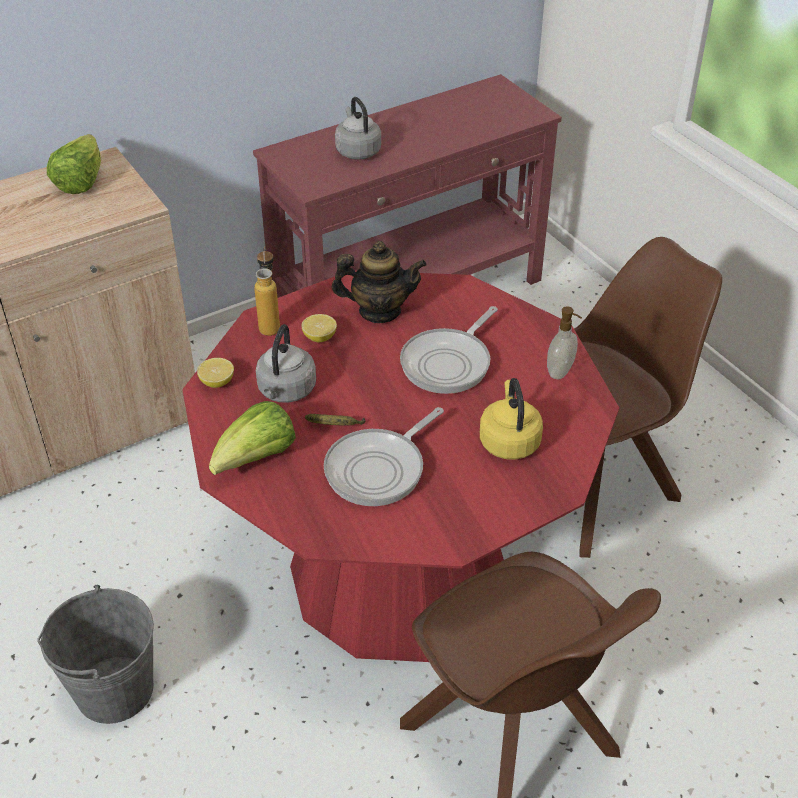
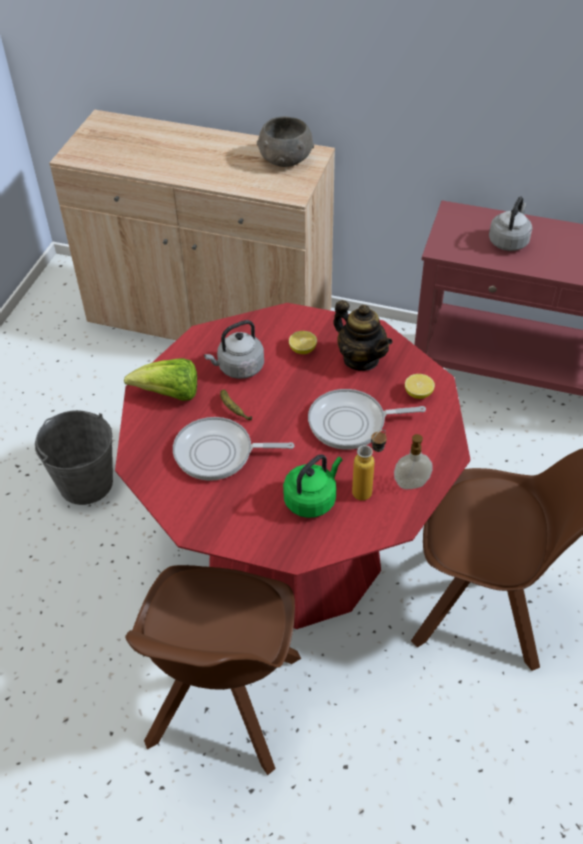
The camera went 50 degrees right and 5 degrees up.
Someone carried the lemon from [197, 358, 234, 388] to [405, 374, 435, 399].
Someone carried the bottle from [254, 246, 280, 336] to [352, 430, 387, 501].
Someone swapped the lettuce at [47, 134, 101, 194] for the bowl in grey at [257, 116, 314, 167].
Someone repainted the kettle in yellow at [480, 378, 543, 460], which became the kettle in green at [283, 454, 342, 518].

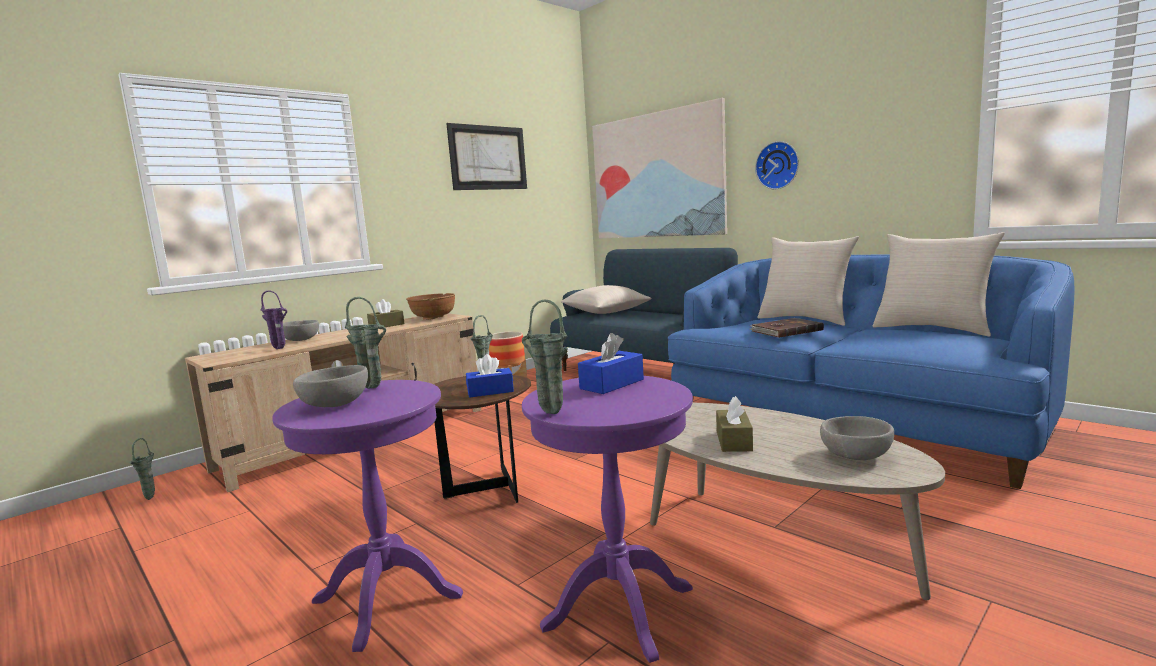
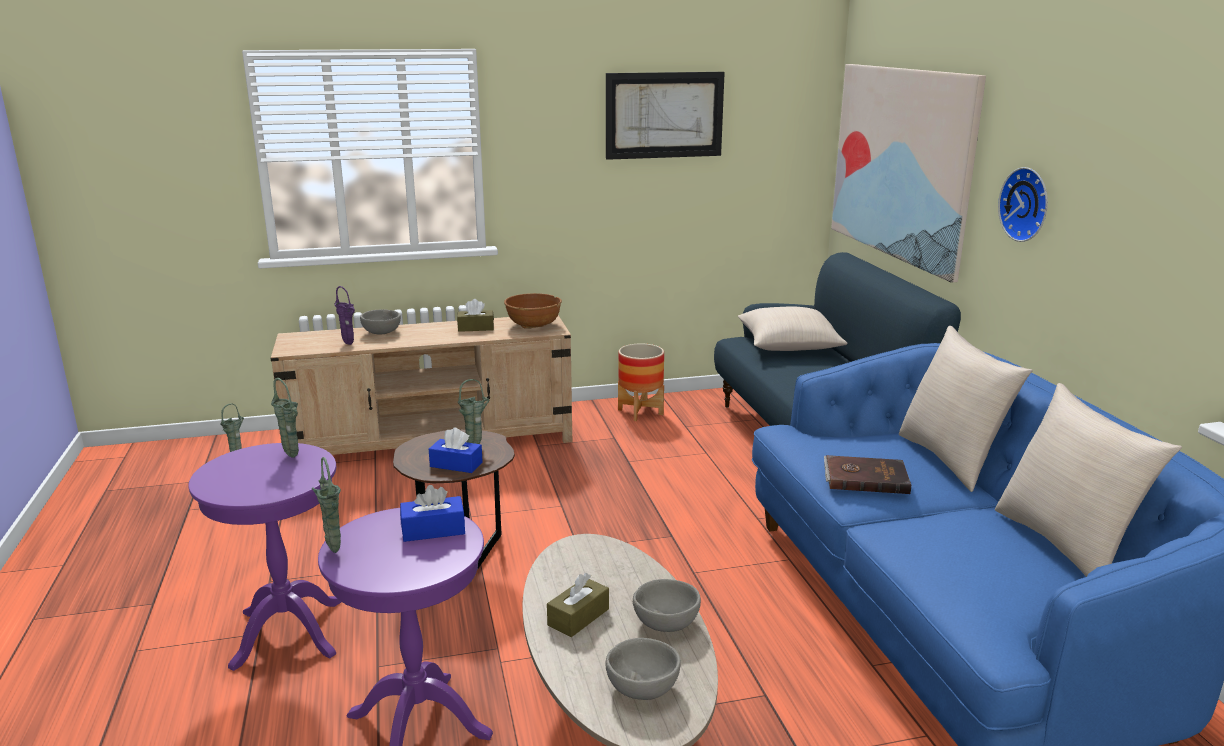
The camera went 30 degrees right and 10 degrees up.
Someone carried the bowl in grey from [293, 365, 368, 407] to [633, 579, 701, 632].

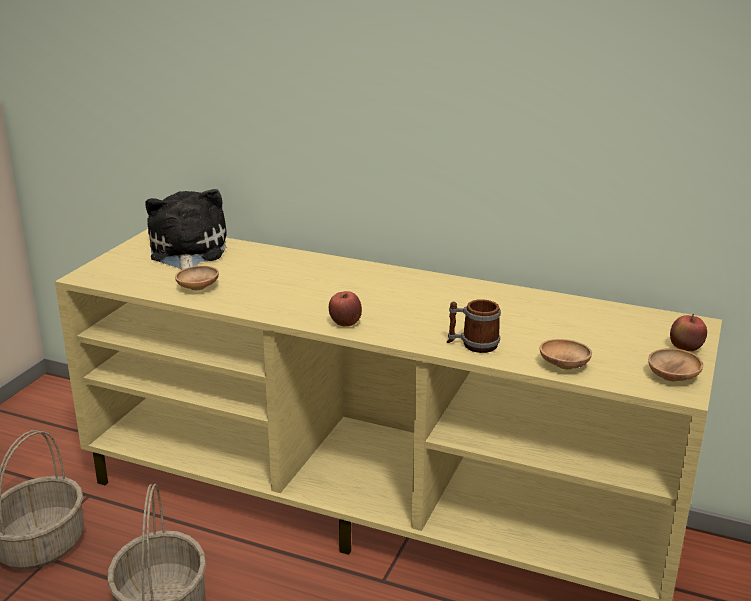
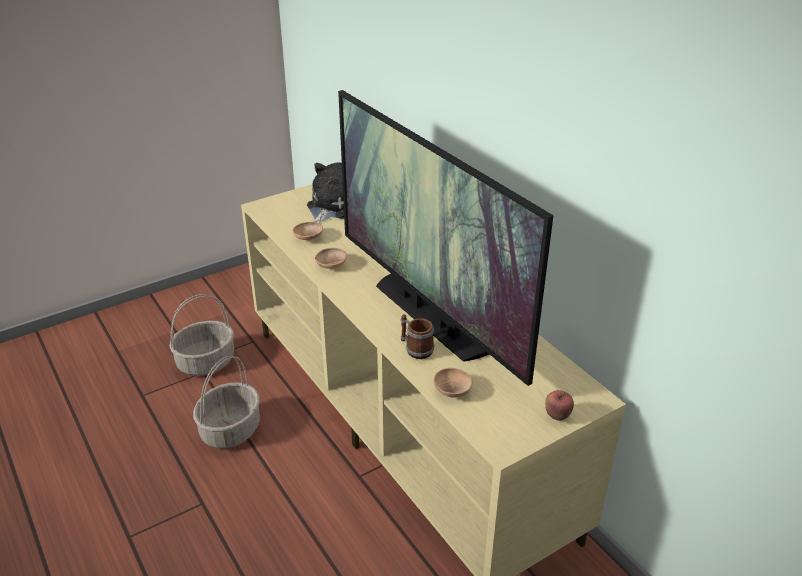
The camera went 35 degrees right and 10 degrees up.
Someone took away the apple at [329, 291, 362, 327].
Someone put down the television at [338, 90, 553, 386].
Someone carried the bowl in brown from [648, 348, 703, 381] to [315, 248, 347, 269].

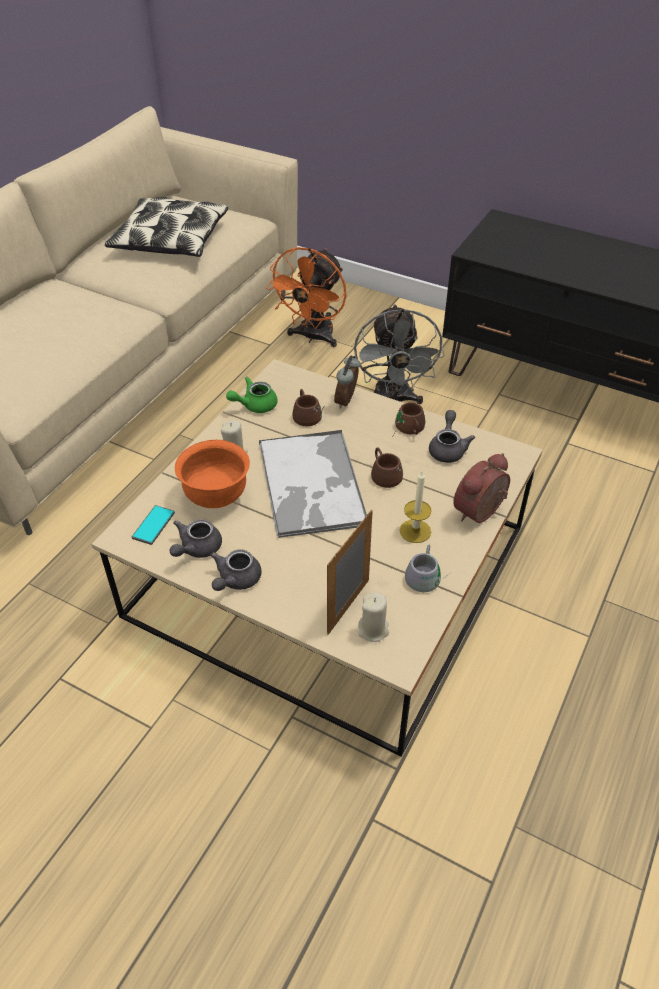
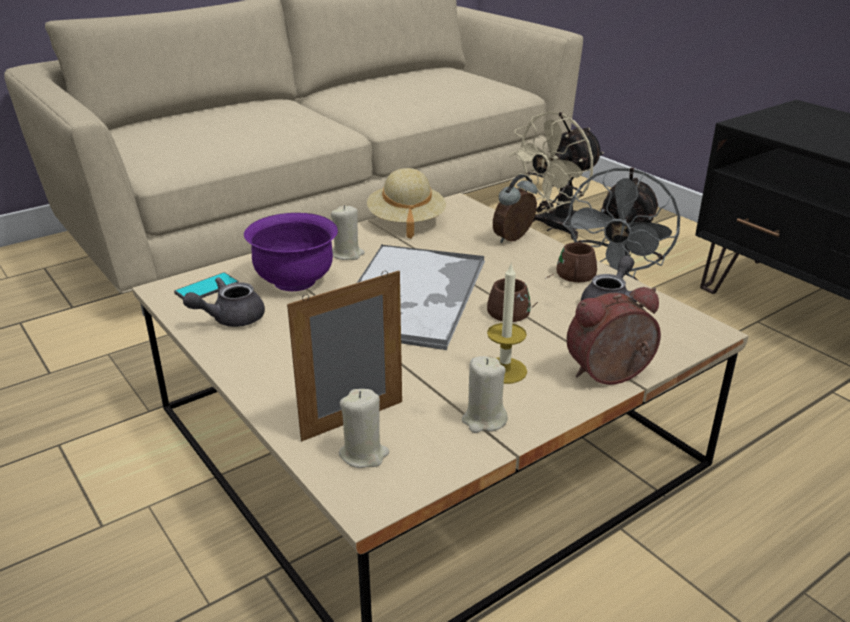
The camera went 25 degrees right and 15 degrees down.
Someone took away the pillow at [105, 197, 228, 257].
Someone took away the teapot in grey at [210, 549, 261, 591].
Someone took away the mug in brown at [292, 389, 325, 426].
Someone swapped the teapot in green at [226, 377, 278, 413] for the hat in beige at [367, 168, 446, 239].
Someone swapped the mug in grey at [405, 545, 451, 592] for the candle in beige at [462, 356, 508, 433].
Someone repainted the bowl in orange at [175, 440, 250, 508], which became the bowl in purple at [244, 213, 338, 291].
Someone repainted the fan in orange at [266, 247, 347, 347], which became the fan in beige at [508, 111, 604, 239].

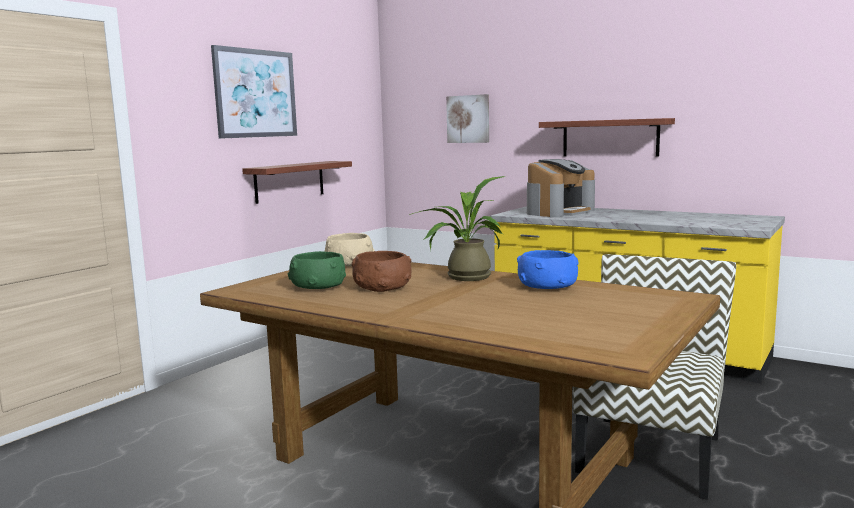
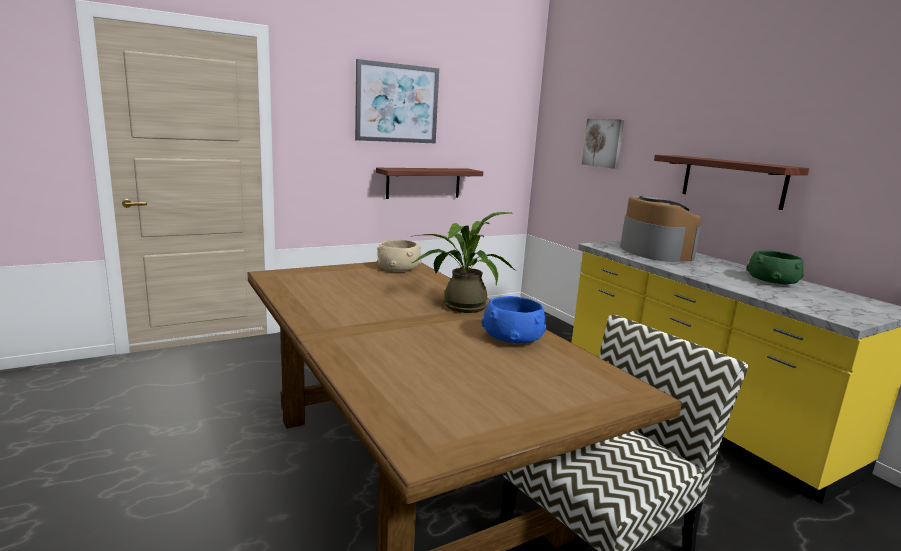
The camera went 25 degrees right and 5 degrees up.
Someone took away the bowl in brown at [351, 251, 412, 292].
Someone carried the bowl in green from [288, 251, 346, 289] to [746, 250, 804, 284].
Someone rotated the coffee machine at [527, 159, 595, 217] by 90 degrees counterclockwise.

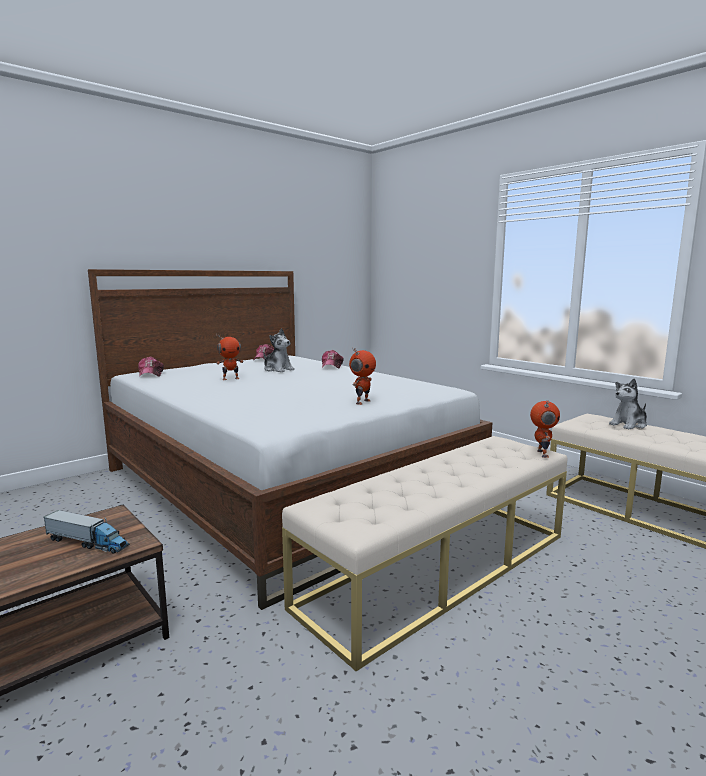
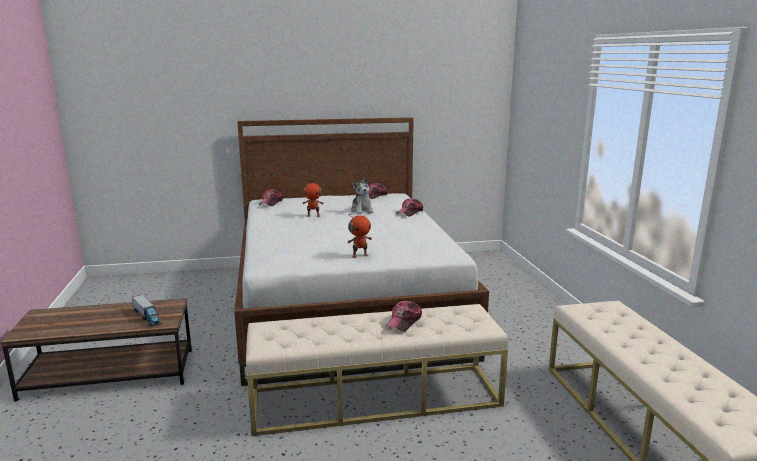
The camera went 30 degrees right and 5 degrees up.
Someone took away the toy robot at [530, 401, 560, 458].
Someone took away the plush toy at [609, 378, 647, 430].
Someone put down the cap at [385, 301, 422, 332].

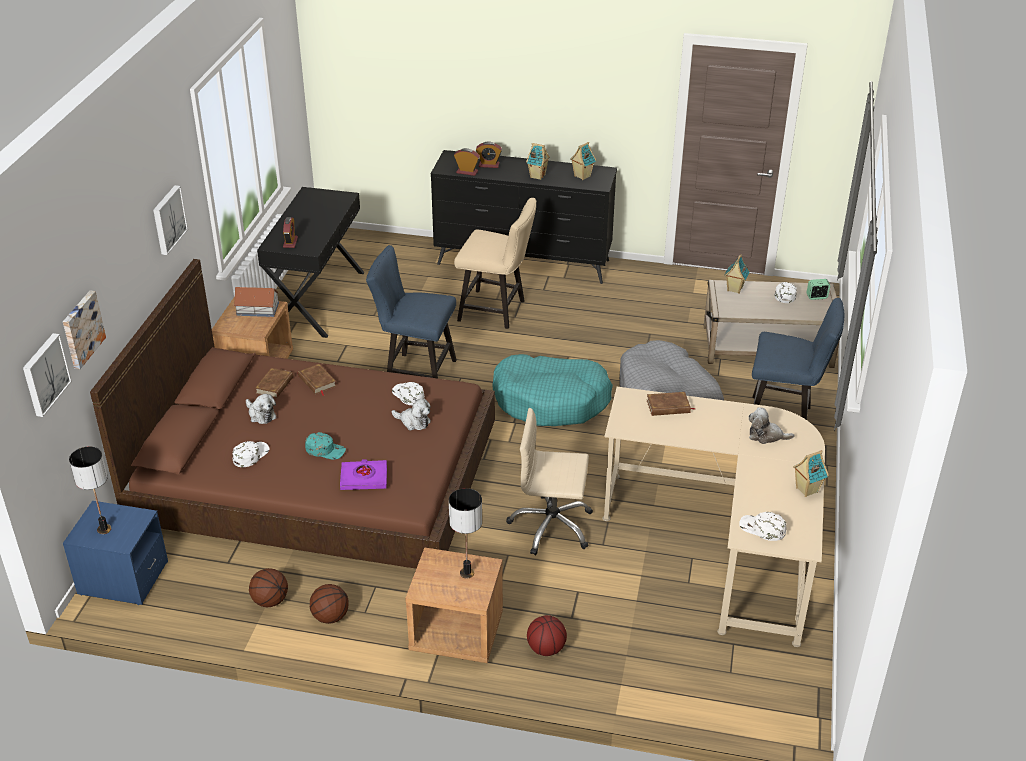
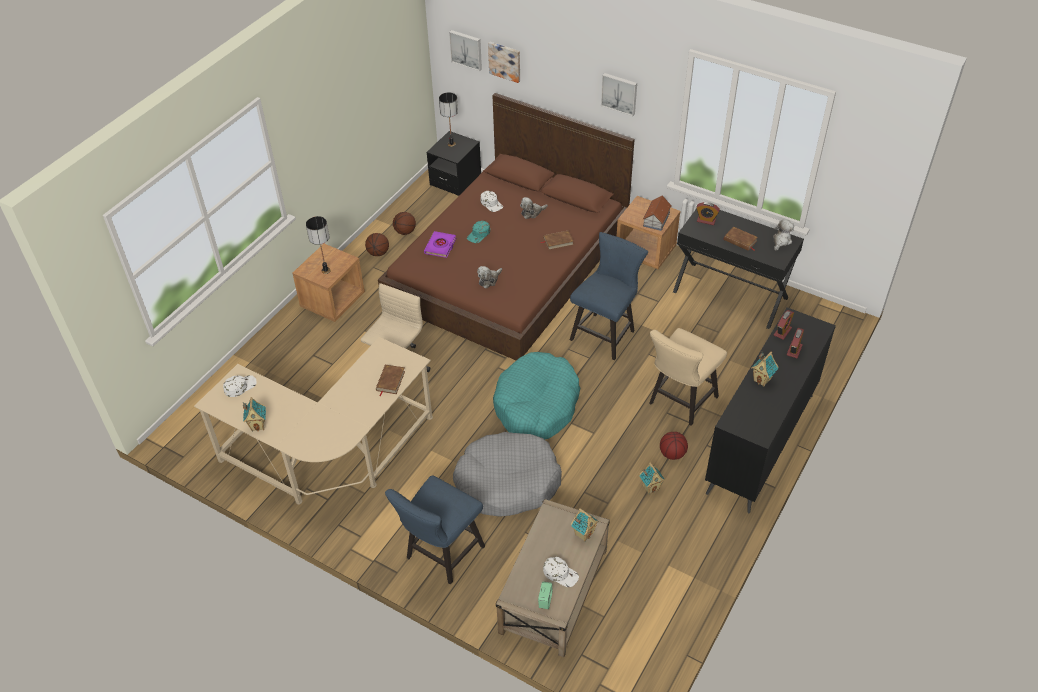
The camera went 110 degrees right and 10 degrees up.
Someone took away the cap in white at [392, 382, 424, 406].
Someone carried the book in brown from [255, 368, 293, 398] to [724, 226, 758, 251].
Someone carried the basketball from [527, 615, 567, 656] to [660, 432, 688, 460].
Someone carried the toy house from [570, 142, 596, 180] to [639, 462, 665, 494].
Someone carried the plush toy from [748, 407, 794, 444] to [773, 220, 794, 251].
Someone repainted the nightstand in blue at [63, 501, 168, 605], which became the nightstand in black at [427, 131, 481, 196].

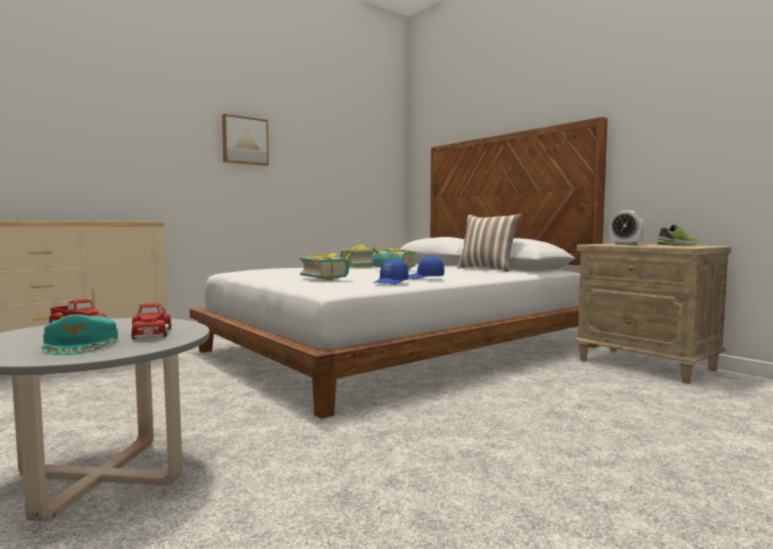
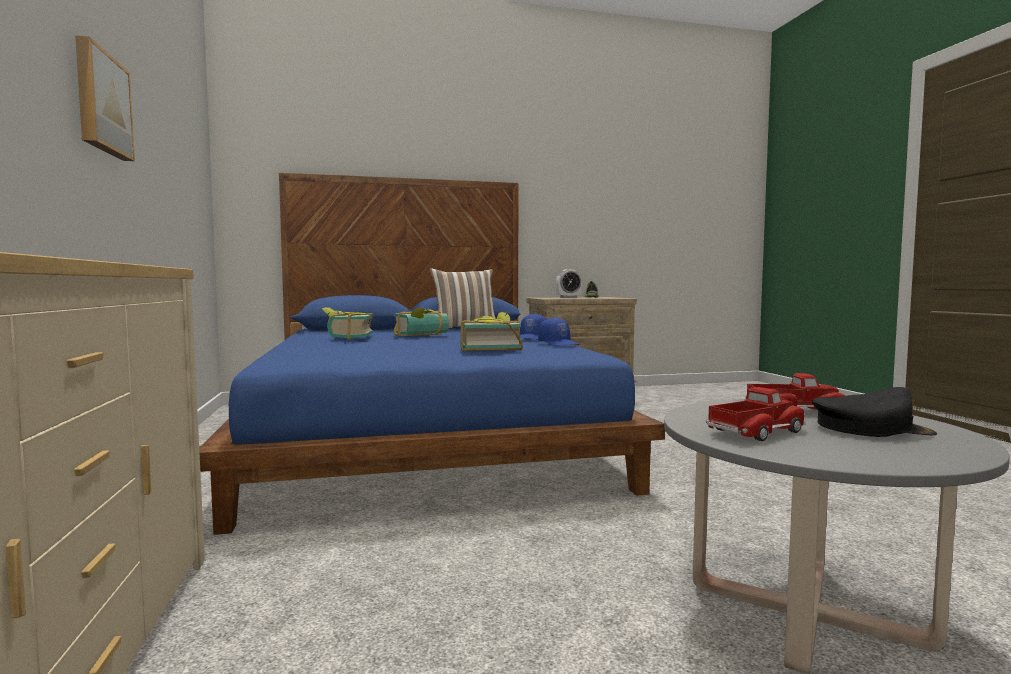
The camera went 65 degrees left and 0 degrees up.
Someone repainted the cap in turquoise at [42, 314, 118, 355], which became the cap in black at [812, 387, 937, 437].
Someone repainted the bed in white at [190, 117, 607, 419], which became the bed in blue at [199, 173, 665, 535].

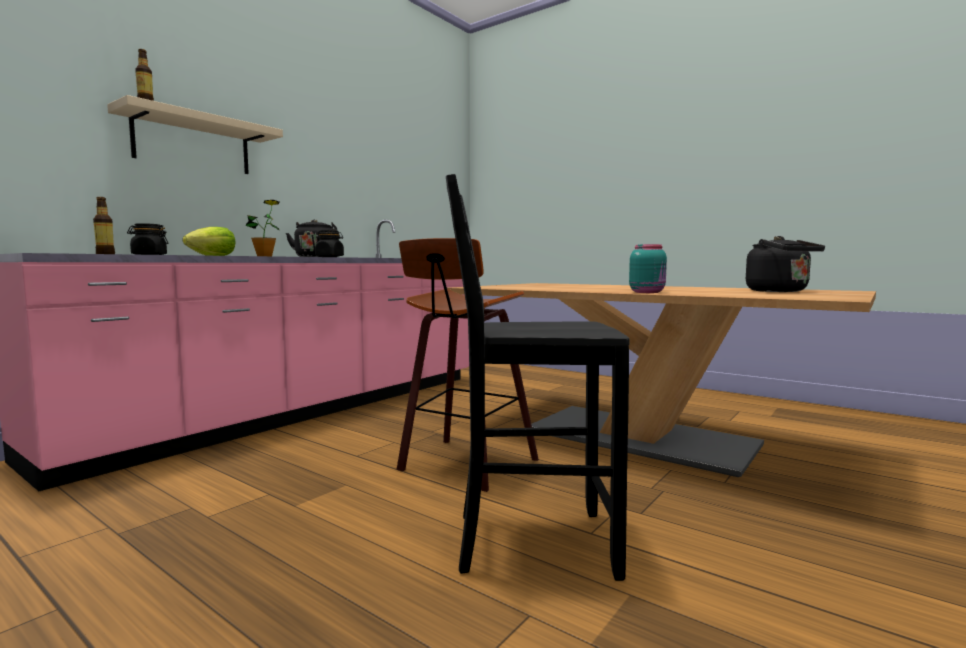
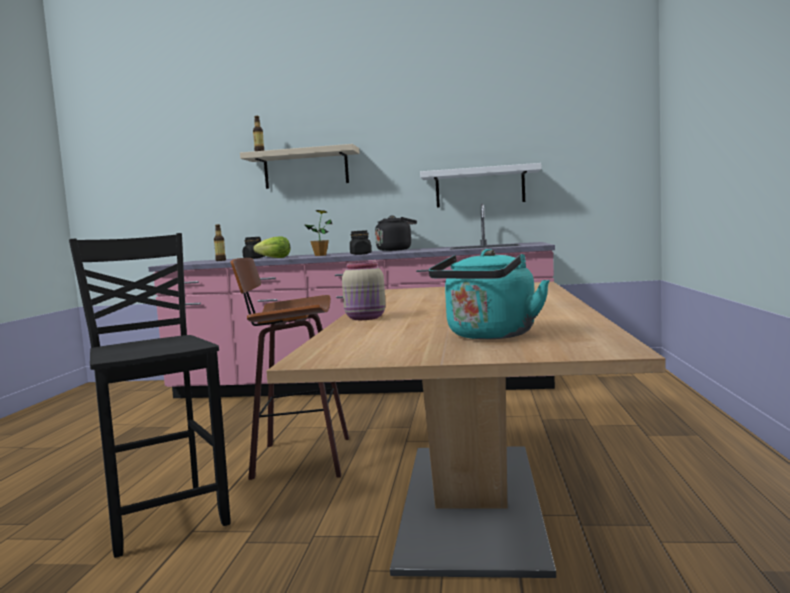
The camera went 60 degrees right and 0 degrees up.
Someone put up the shelf in white at [420, 163, 542, 208].
Someone repainted the jar in turquoise at [629, 244, 667, 293], which became the jar in beige at [342, 261, 386, 320].
Someone repainted the kettle in black at [746, 236, 825, 292], which became the kettle in turquoise at [428, 249, 550, 339].

